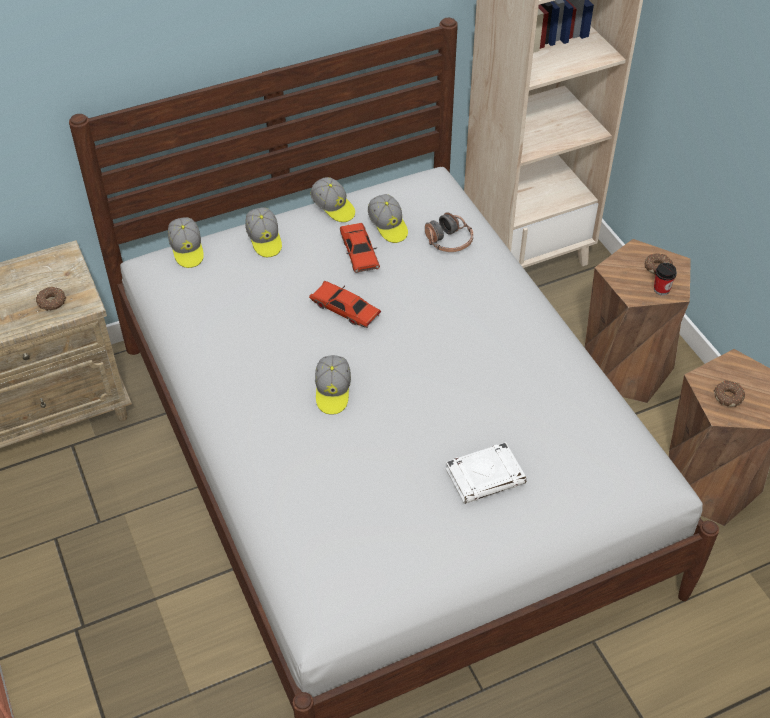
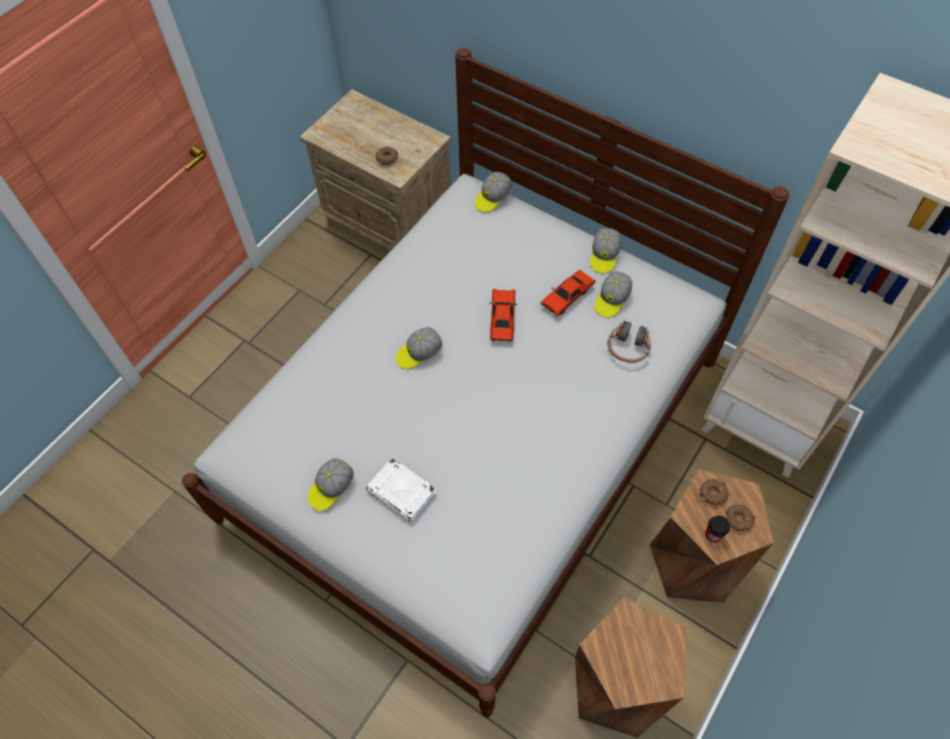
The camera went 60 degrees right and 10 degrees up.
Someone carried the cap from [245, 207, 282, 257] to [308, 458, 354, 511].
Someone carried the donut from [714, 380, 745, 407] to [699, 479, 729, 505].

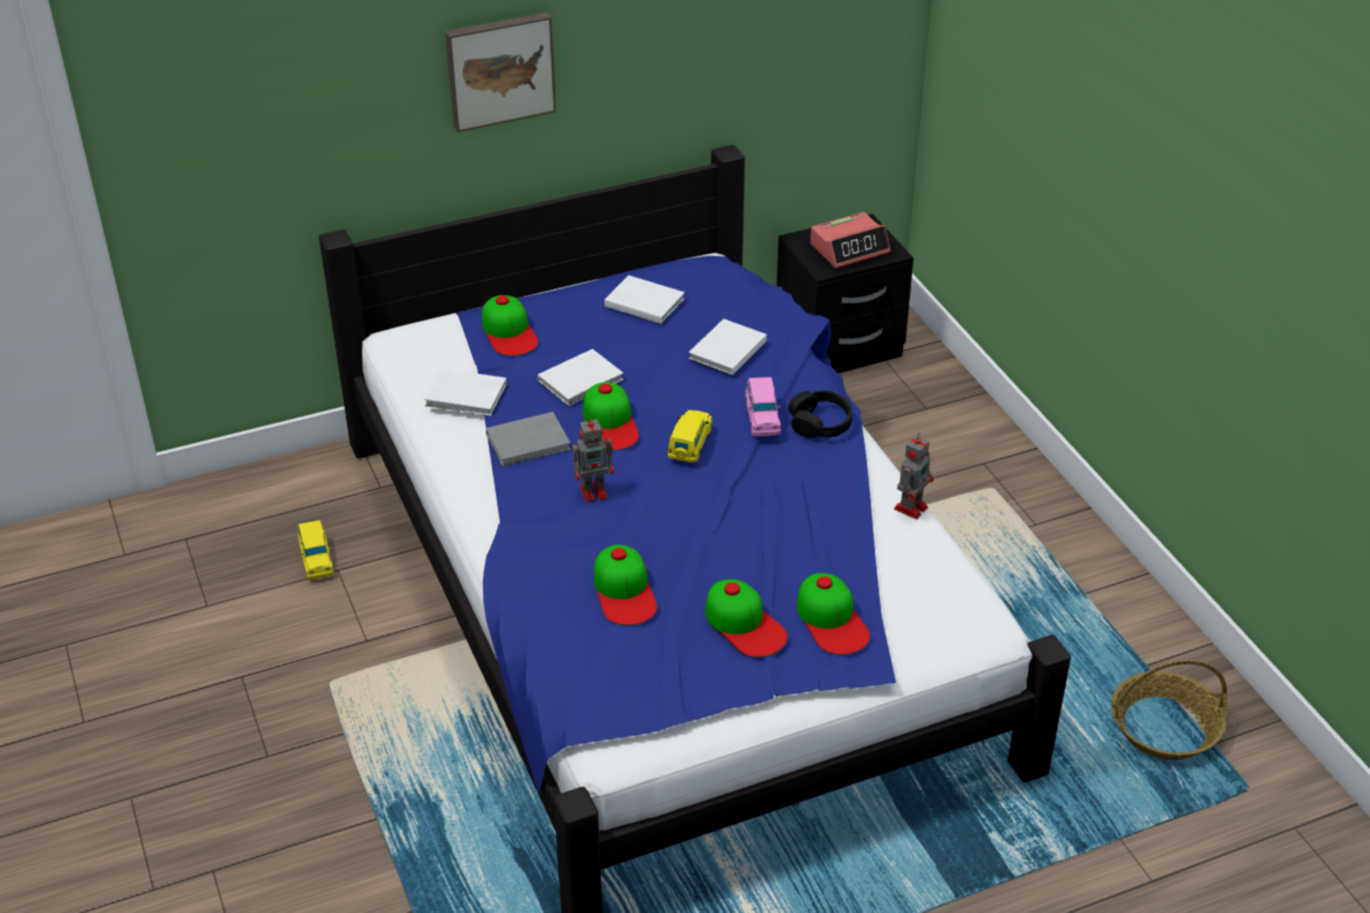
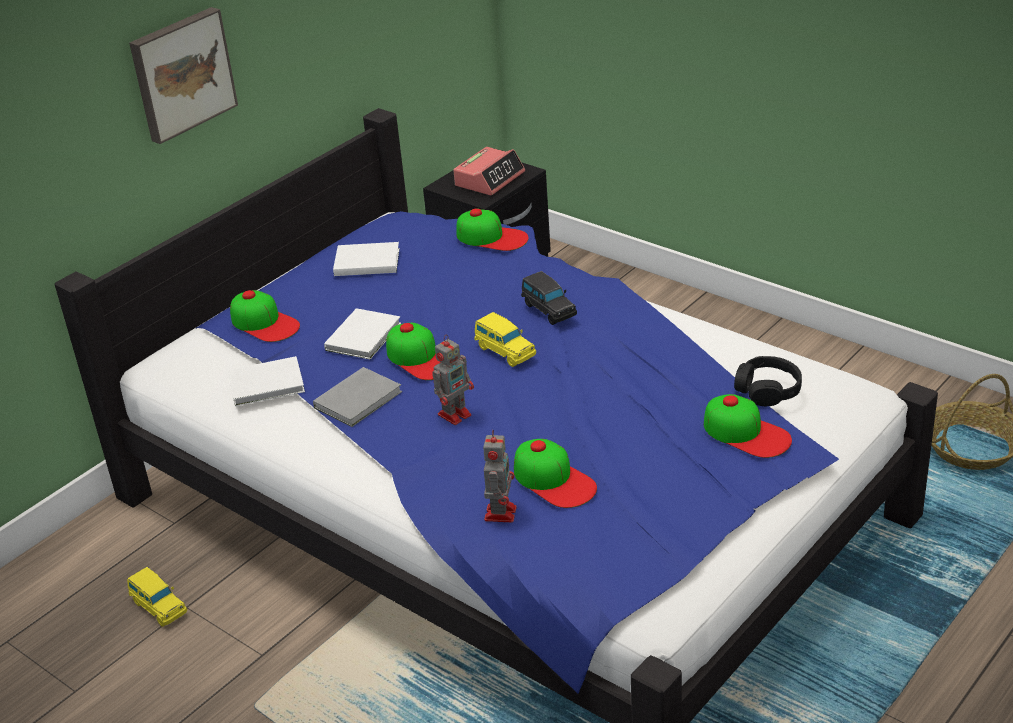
The camera went 25 degrees left and 5 degrees down.
Someone took away the book in white at [689, 319, 767, 375].
Someone carried the cap from [705, 579, 787, 657] to [456, 208, 529, 251].
Someone carried the headphones in black from [788, 391, 852, 438] to [734, 356, 802, 406].
Someone carried the toy robot from [894, 432, 934, 519] to [483, 430, 517, 522].
Someone repainted the toy car in pink at [746, 377, 781, 436], which became the toy car in black at [521, 271, 577, 325].
Someone rotated the toy car in yellow at [668, 410, 712, 462] by 150 degrees clockwise.

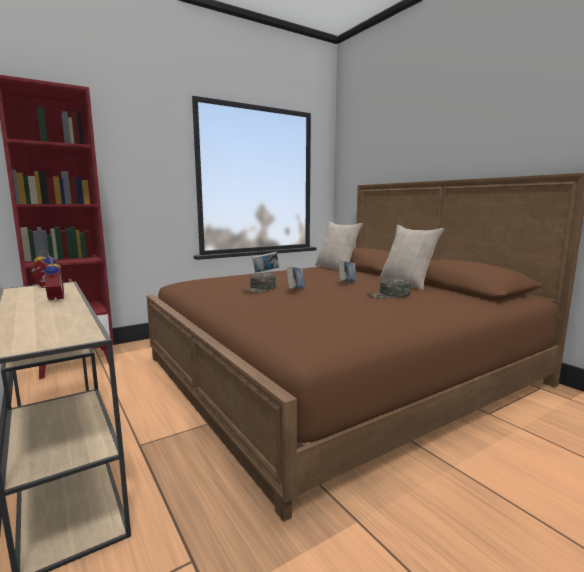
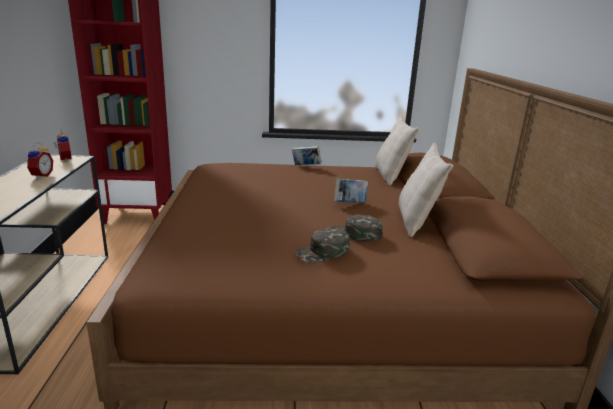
The camera went 30 degrees right and 10 degrees up.
Someone took away the book at [286, 267, 305, 289].
Someone carried the cap in green from [243, 272, 276, 293] to [294, 228, 350, 264].

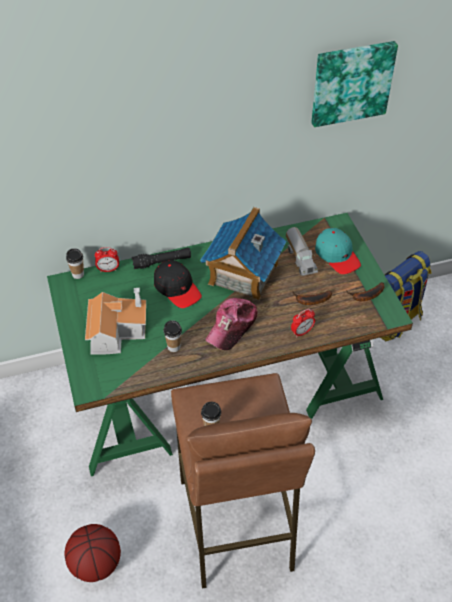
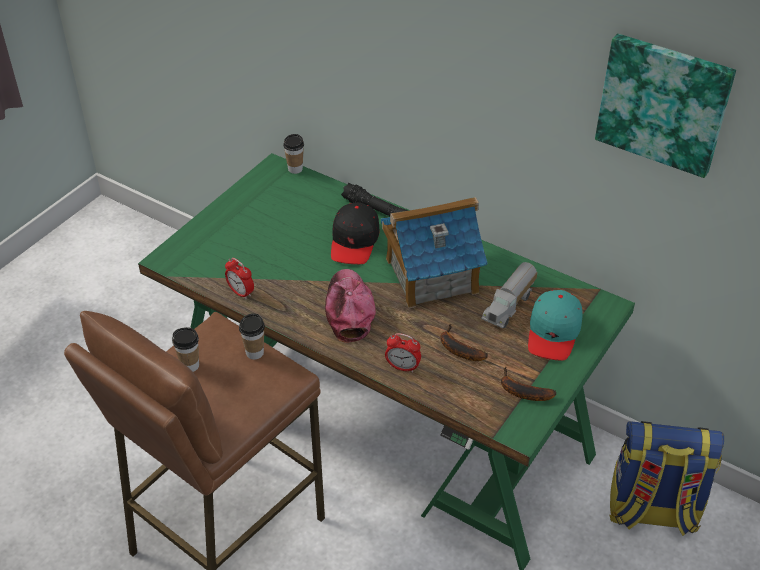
The camera went 50 degrees right and 5 degrees down.
Someone took away the basketball at [65, 524, 121, 582].
Someone took away the toy house at [85, 288, 146, 355].
Someone carried the alarm clock from [95, 247, 119, 272] to [225, 258, 254, 299].
Someone carried the cup from [163, 320, 182, 352] to [239, 314, 265, 360].
Someone rotated the cap at [205, 298, 258, 350] by 90 degrees clockwise.

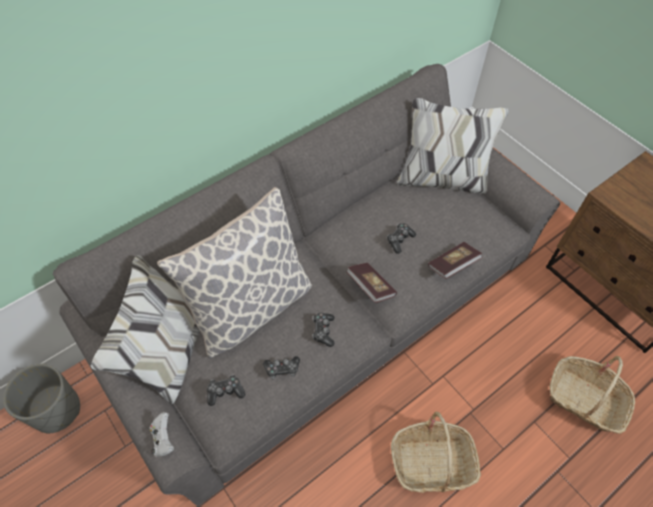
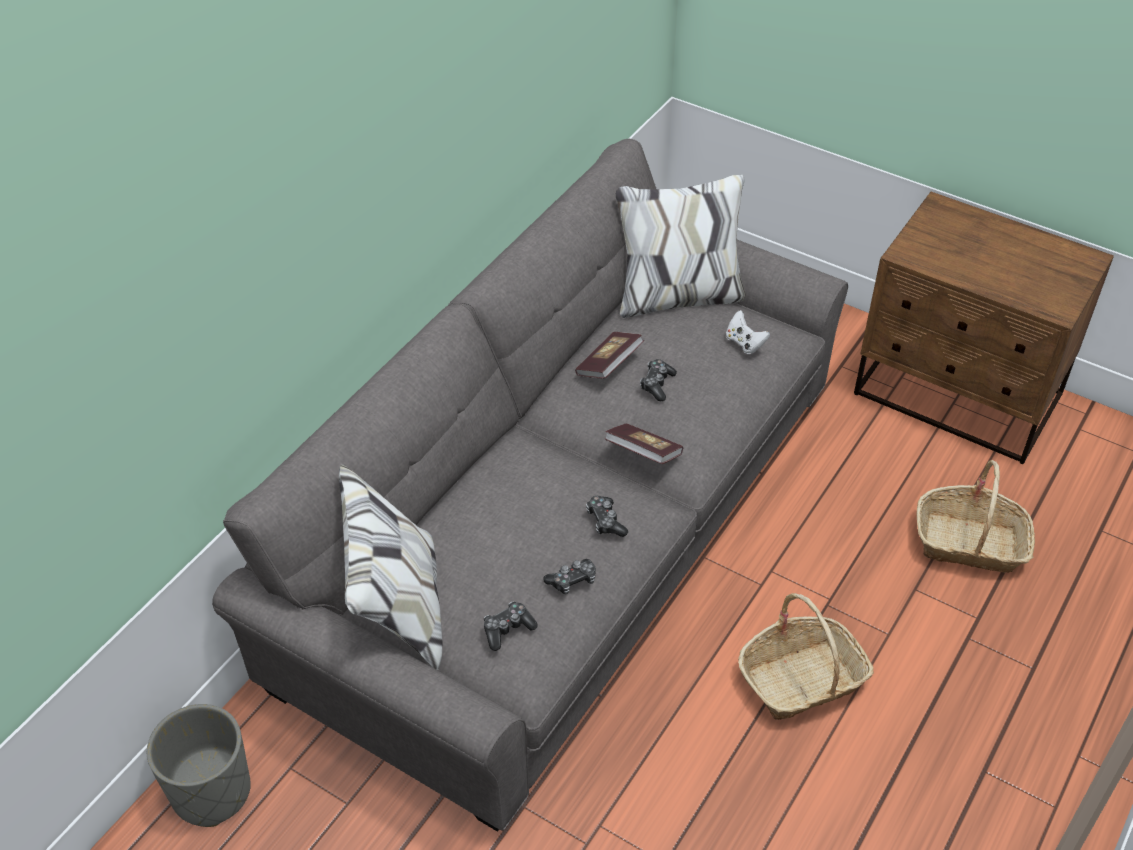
The camera went 20 degrees left and 10 degrees down.
Someone took away the pillow at [157, 187, 312, 358].
Someone carried the game controller in white from [150, 412, 174, 457] to [726, 310, 770, 355].
Someone carried the book from [428, 242, 483, 279] to [575, 332, 644, 378].

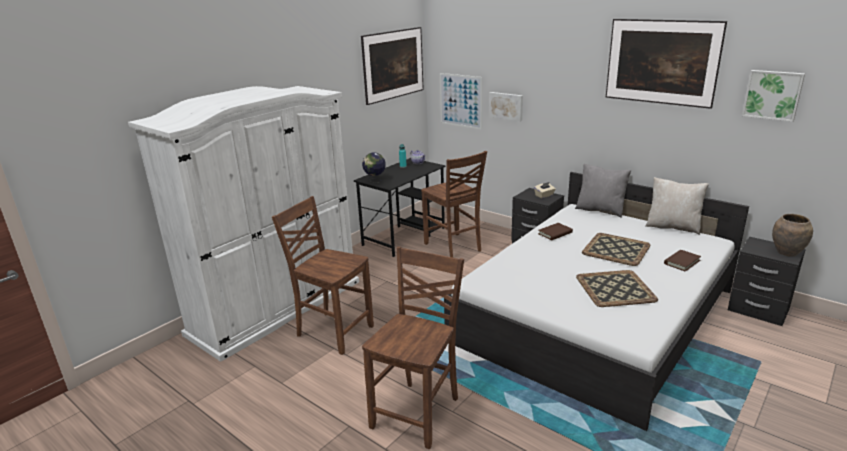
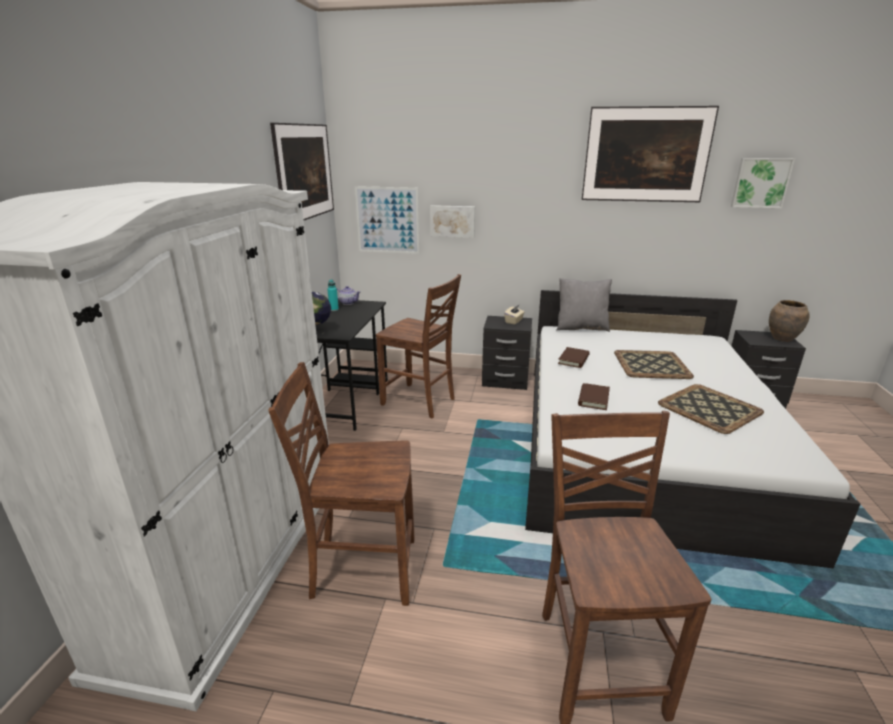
The camera went 30 degrees left and 0 degrees up.
Someone took away the pillow in beige at [645, 177, 709, 235].
Someone carried the book in brown from [664, 250, 701, 272] to [578, 383, 610, 410].

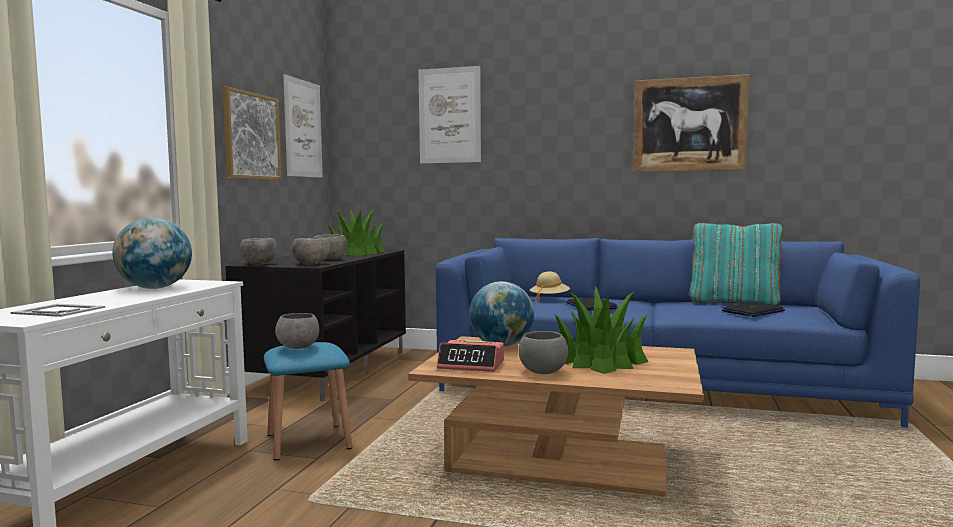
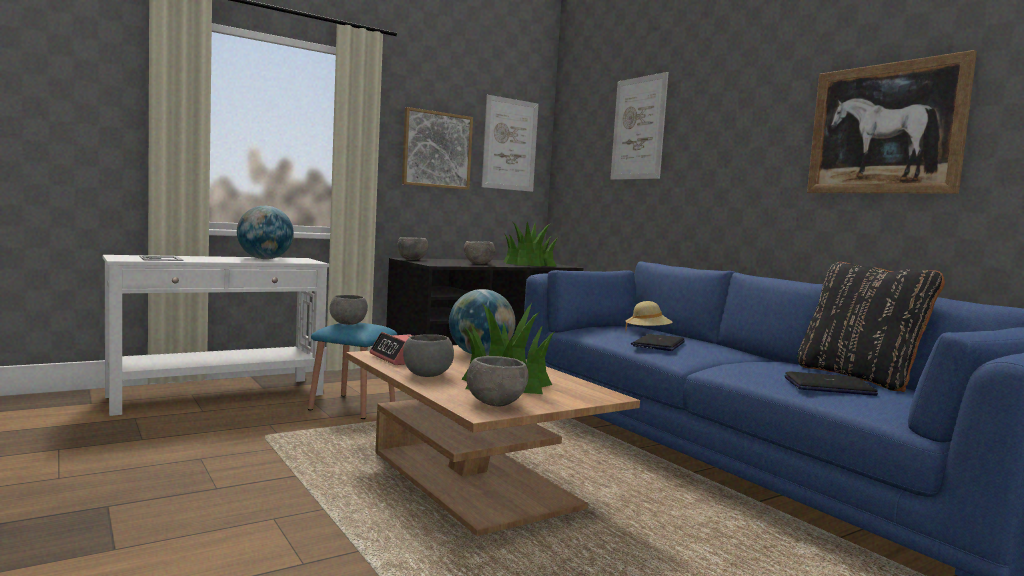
The camera went 40 degrees right and 0 degrees up.
Someone carried the bowl in grey from [292, 238, 330, 264] to [467, 356, 528, 407].
Someone repainted the pillow in turquoise at [689, 223, 783, 306], which became the pillow in black at [797, 262, 945, 392].

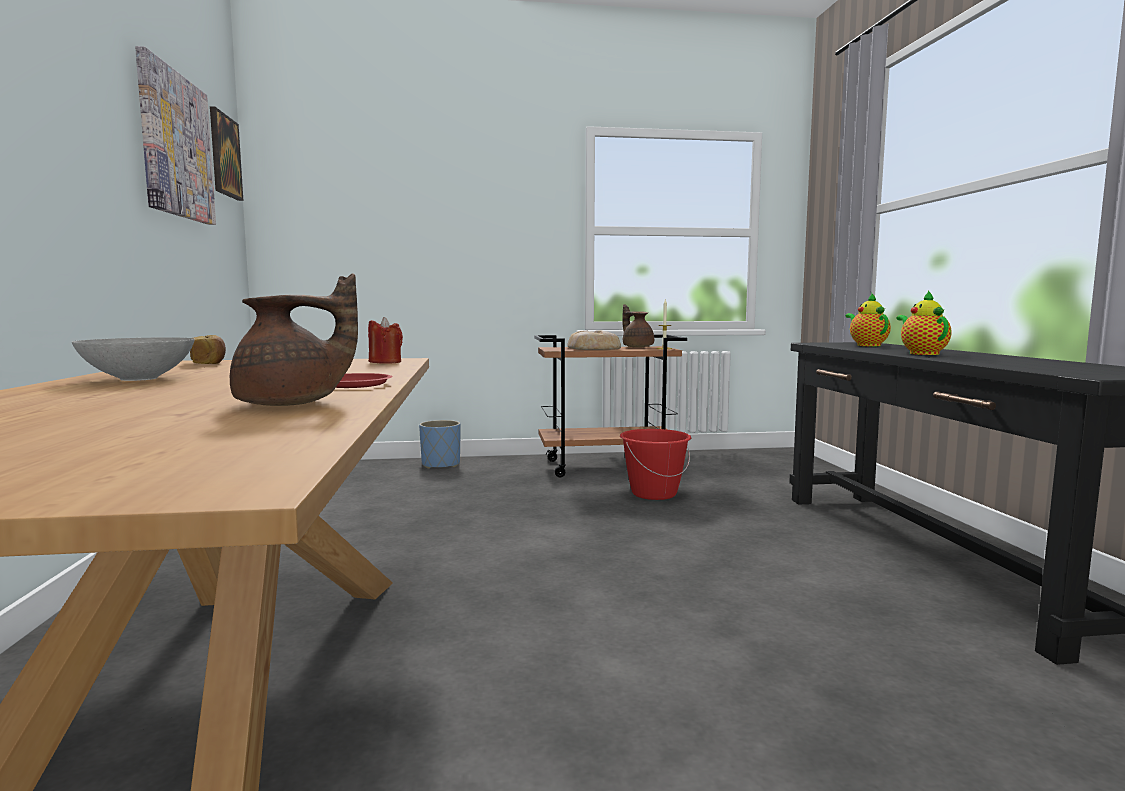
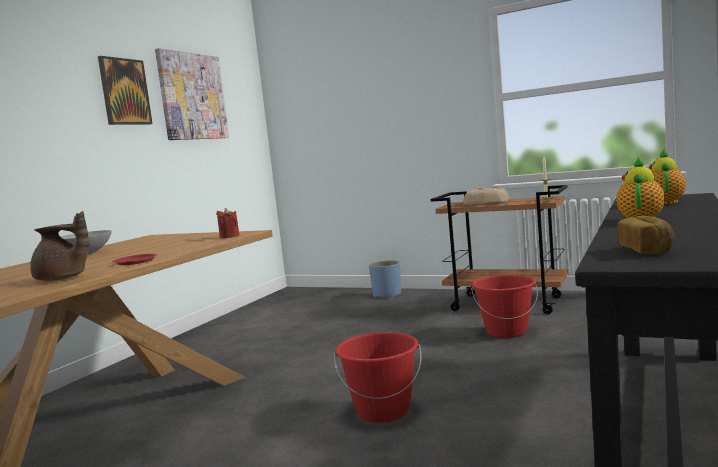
The camera went 35 degrees right and 0 degrees up.
Someone took away the teapot in brown at [622, 304, 654, 348].
Someone put down the bucket in red at [334, 332, 422, 423].
Someone carried the bread from [190, 335, 226, 364] to [618, 216, 674, 254].
Someone carried the picture from [210, 106, 243, 201] to [98, 56, 153, 125].

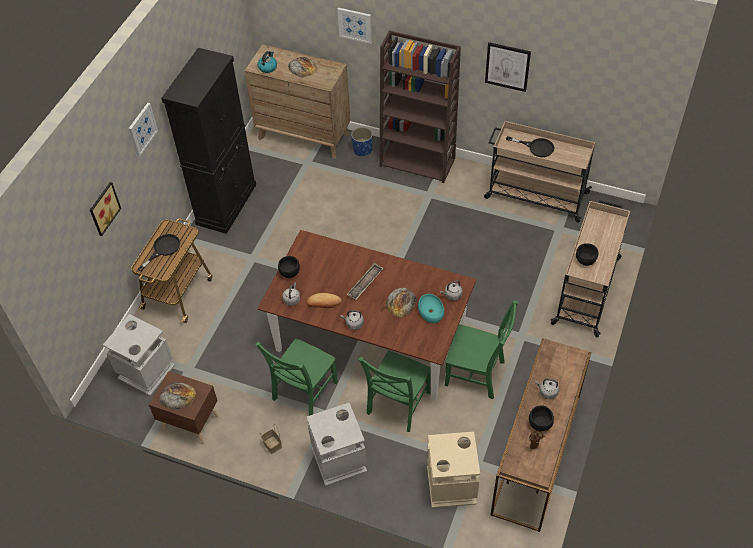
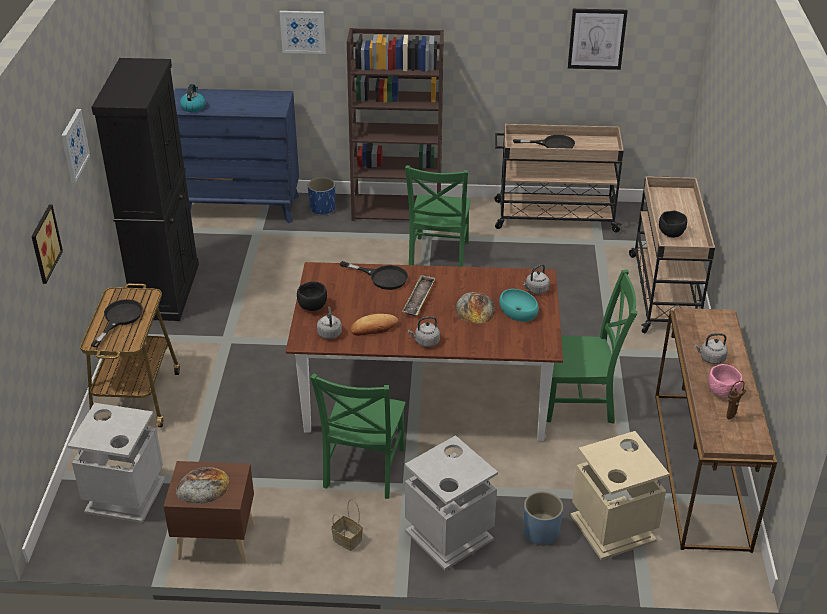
The camera went 20 degrees left and 15 degrees down.
Someone took away the bread at [288, 57, 317, 77].
Someone put down the frying pan in black at [340, 261, 408, 290].
Someone put down the planter in blue at [523, 491, 563, 546].
Someone carried the chair in green from [358, 350, 431, 432] to [405, 165, 471, 267].
Someone carried the picture from [485, 42, 531, 92] to [568, 9, 628, 70].
Someone repainted the dresser in brown at [245, 44, 351, 159], which became the dresser in blue at [174, 88, 299, 223].
Someone repainted the bowl in black at [529, 405, 554, 431], which became the bowl in pink at [708, 364, 743, 398].

